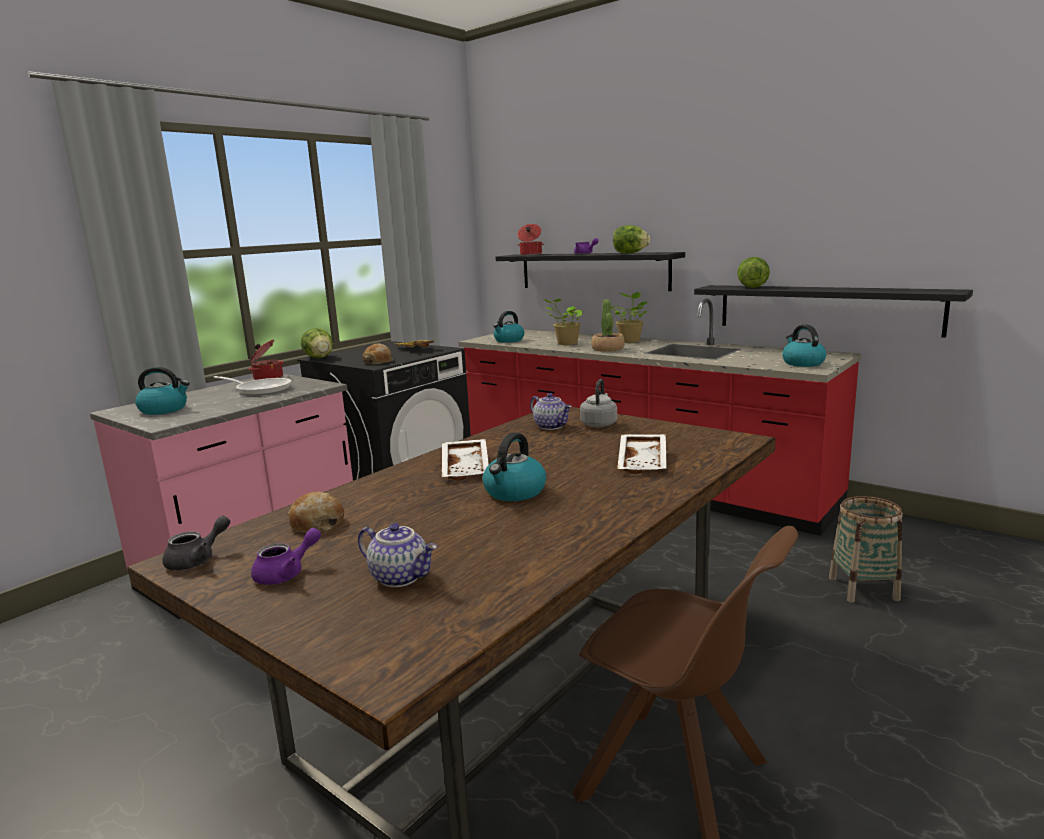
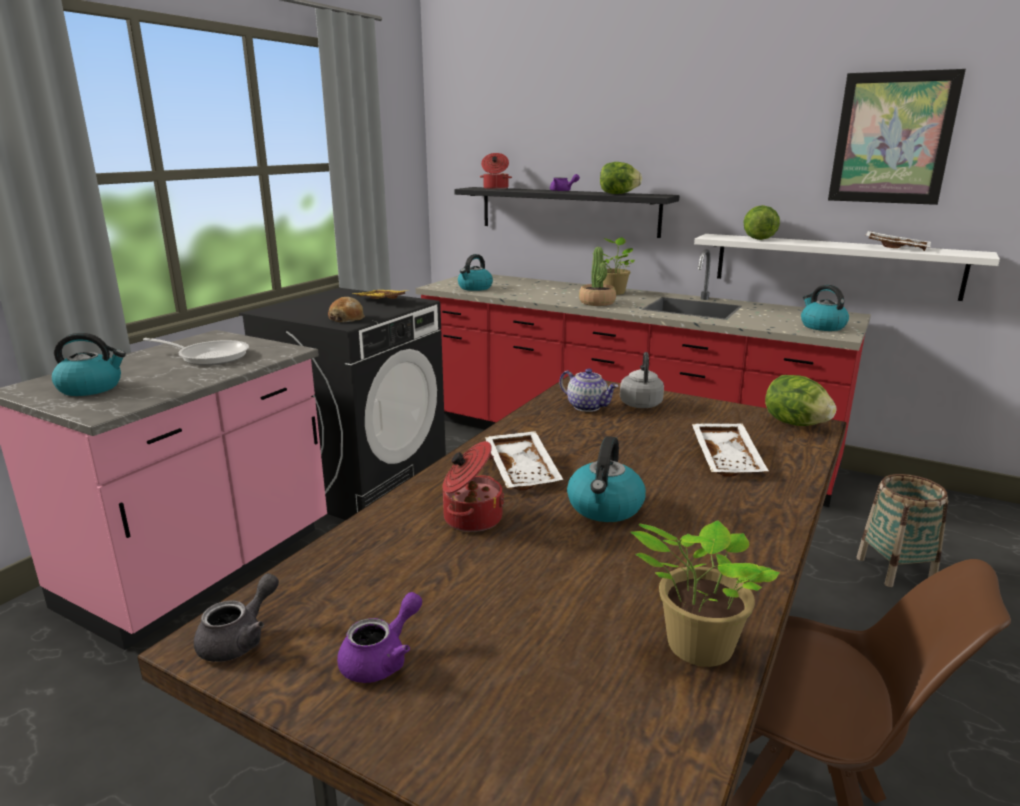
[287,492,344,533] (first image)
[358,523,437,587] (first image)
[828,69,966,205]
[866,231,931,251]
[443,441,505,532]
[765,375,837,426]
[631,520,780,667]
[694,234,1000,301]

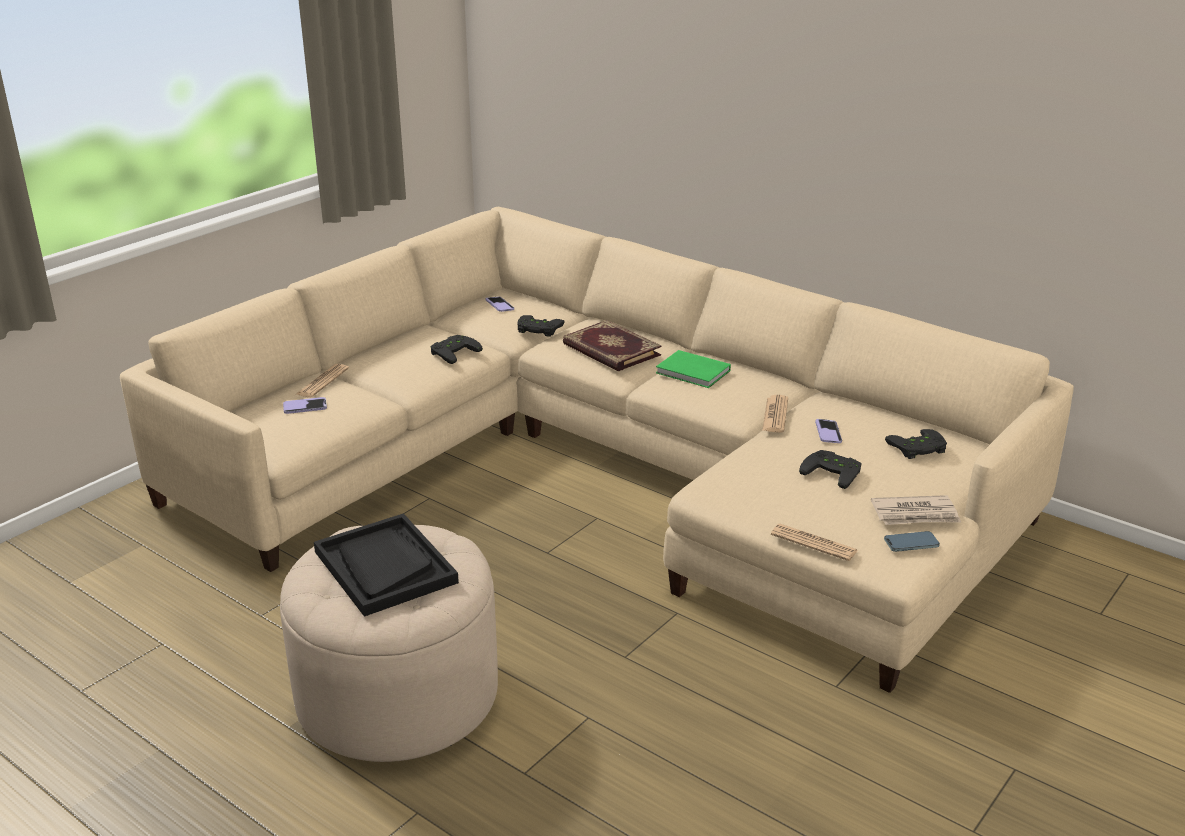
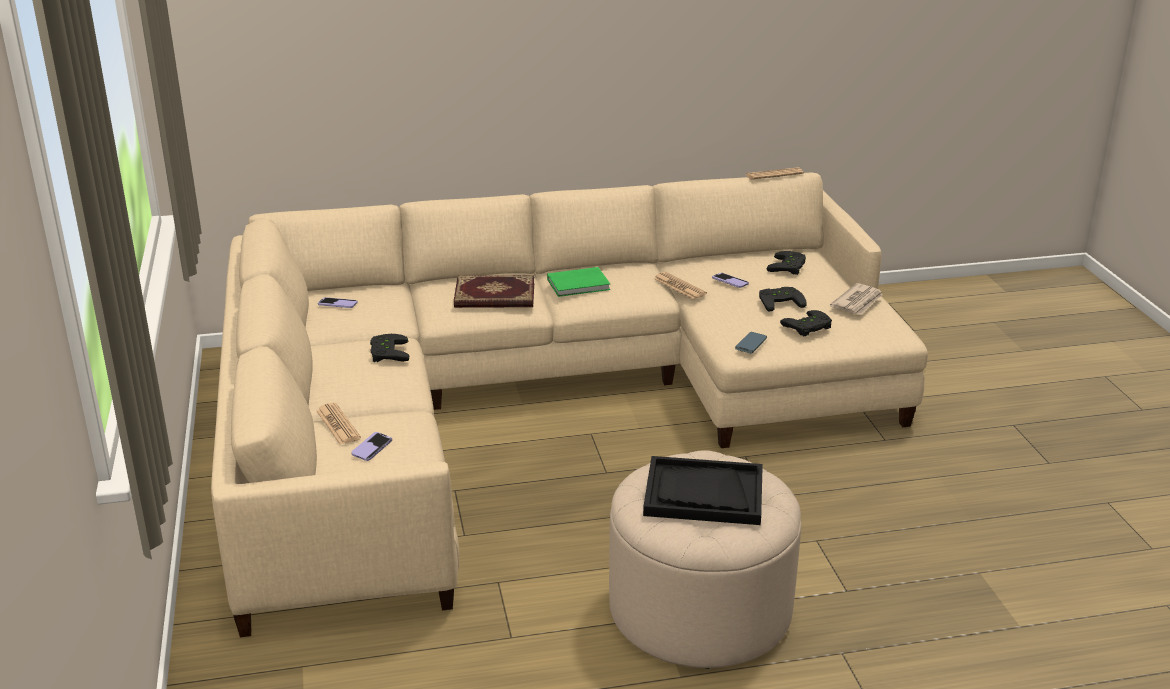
[780,310,832,336]
[745,167,804,180]
[735,332,767,353]

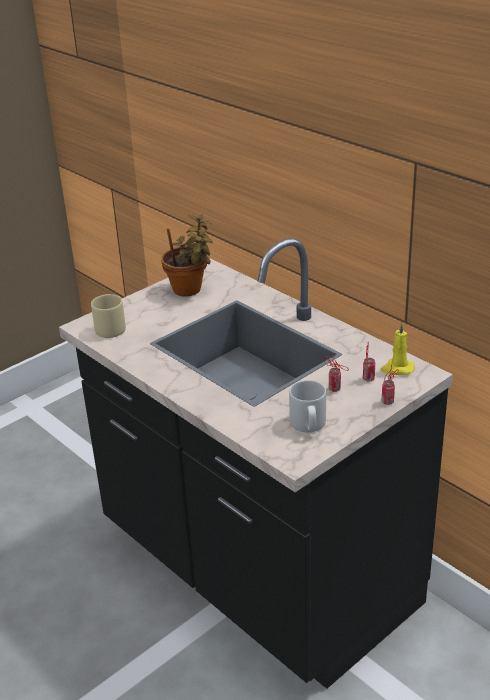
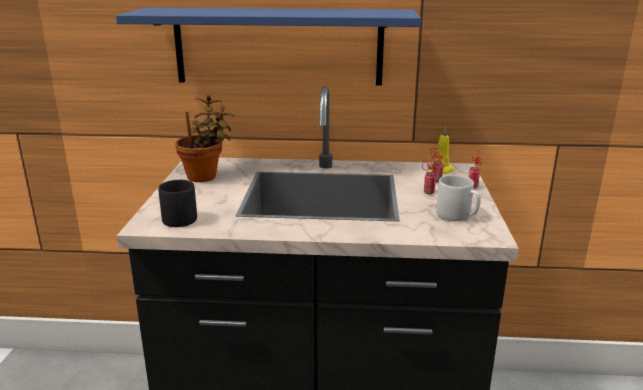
[116,7,421,86]
[158,180,197,227]

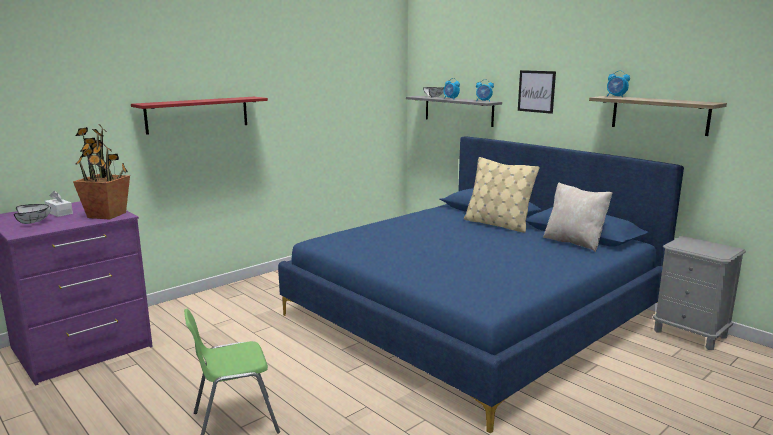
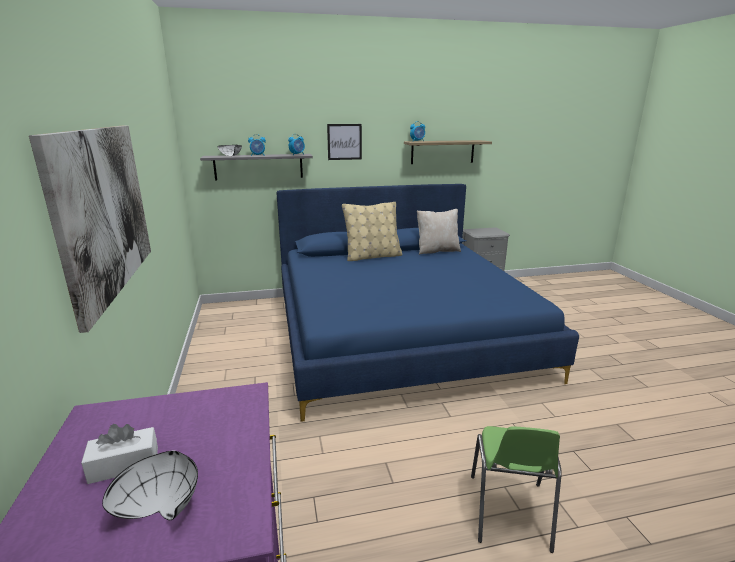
[73,124,130,219] (first image)
[29,126,151,333]

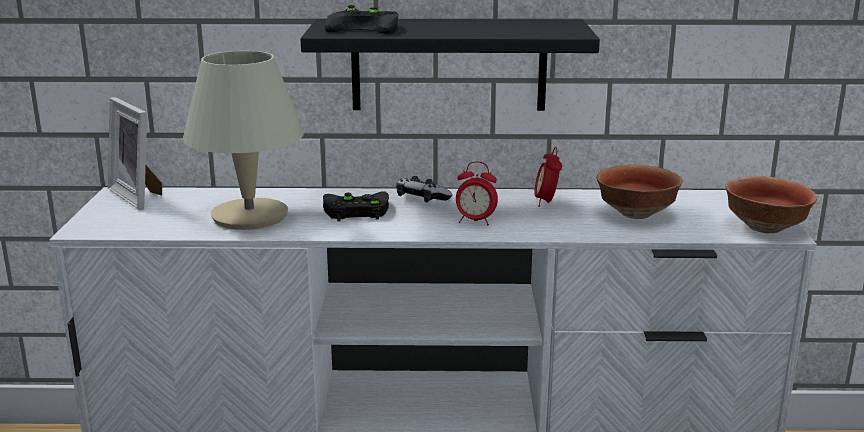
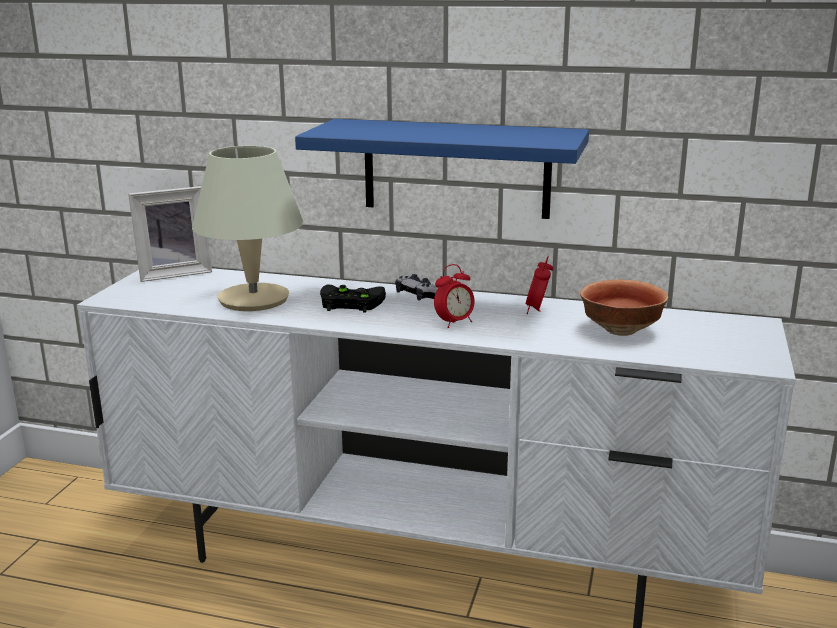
[325,5,399,34] (first image)
[725,176,817,233] (first image)
[295,119,589,219]
[128,186,212,282]
[434,264,475,328]

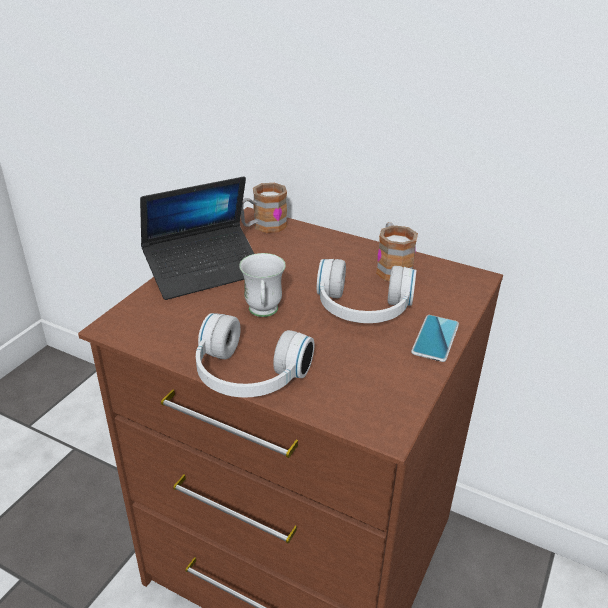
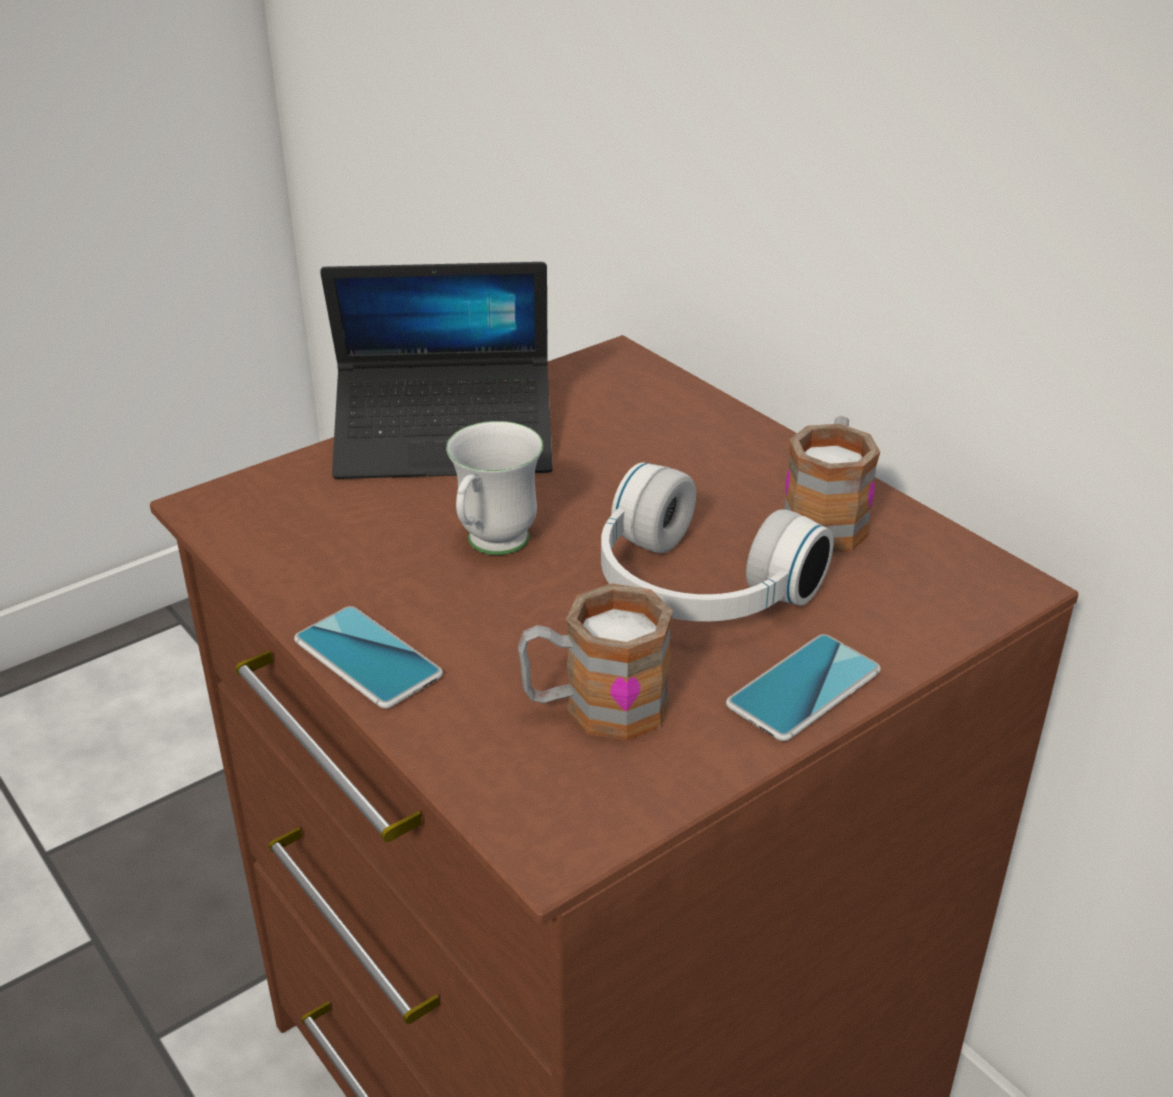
[518,583,673,741]
[294,606,443,709]

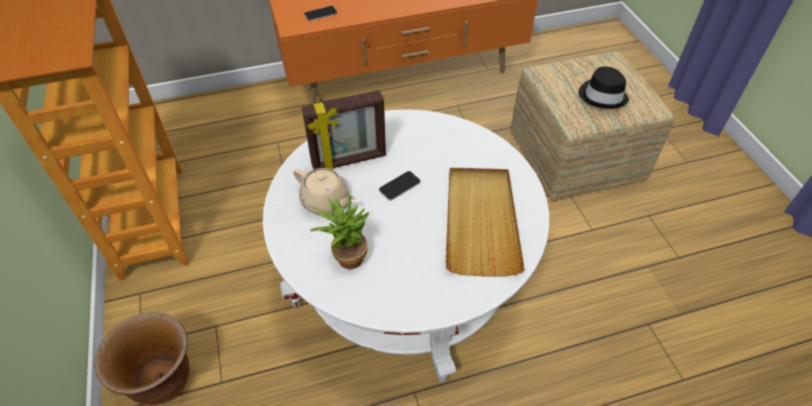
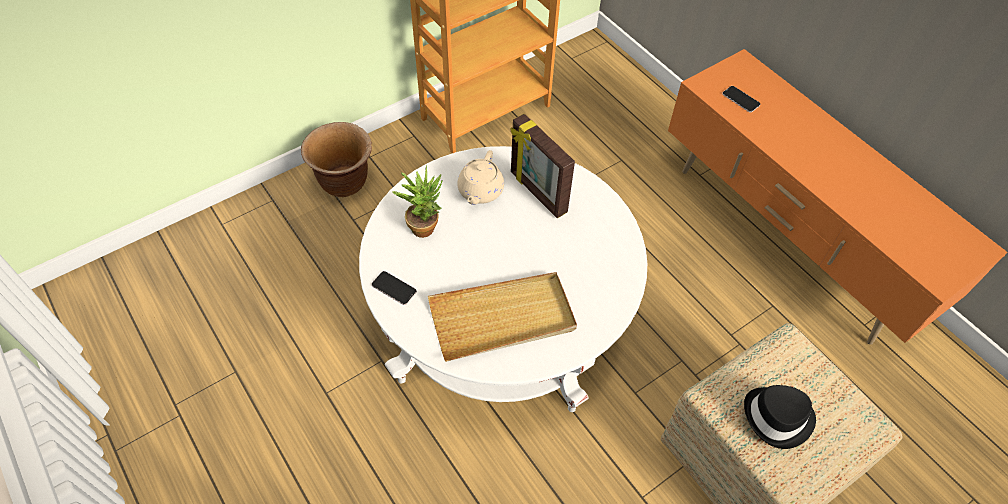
[372,271,417,305]

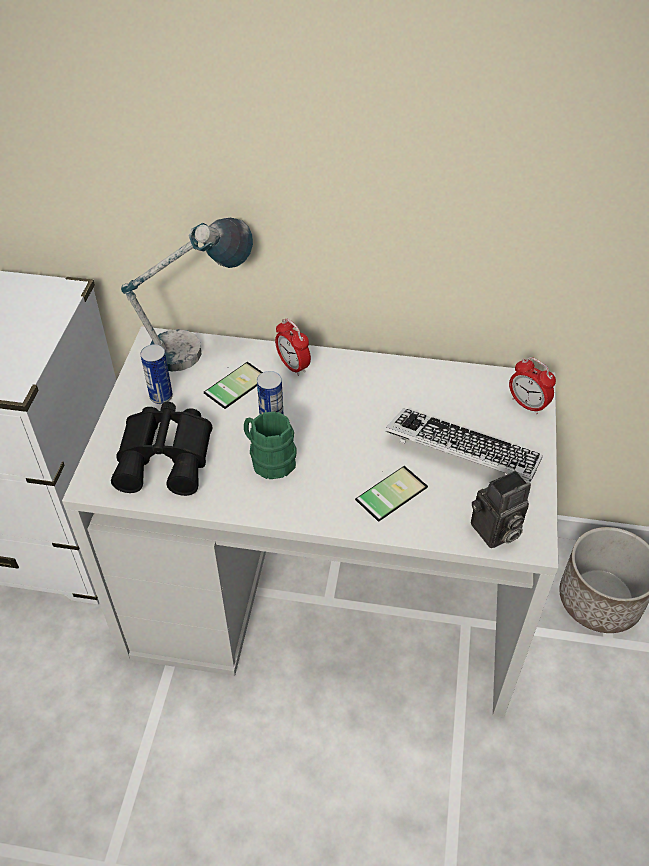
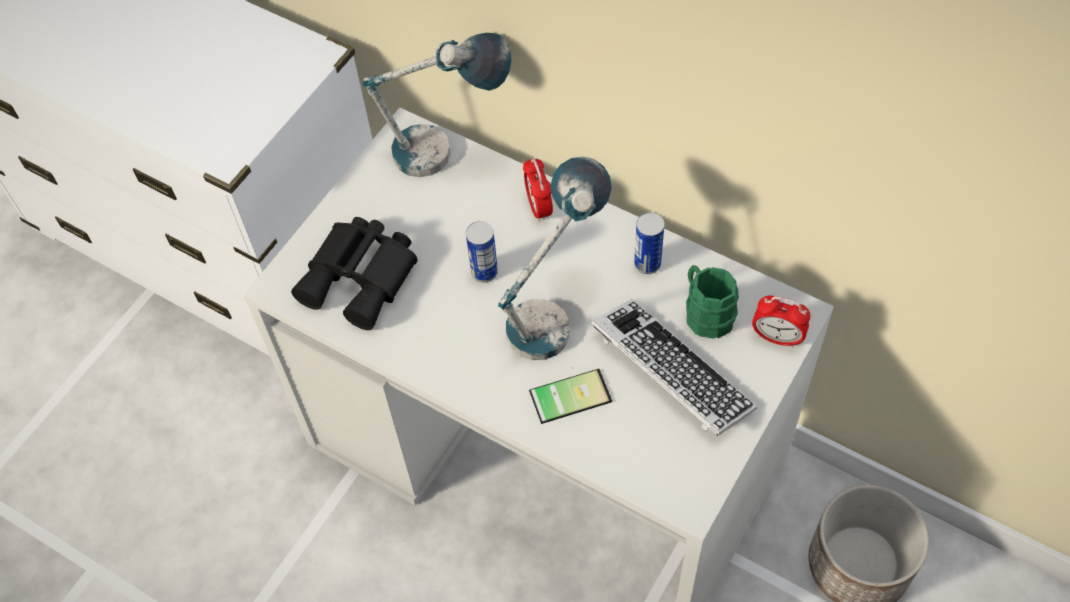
[204,362,263,409] (first image)
[471,470,531,548] (first image)
[498,156,612,360]
[634,213,664,274]
[686,265,739,339]
[752,295,810,347]

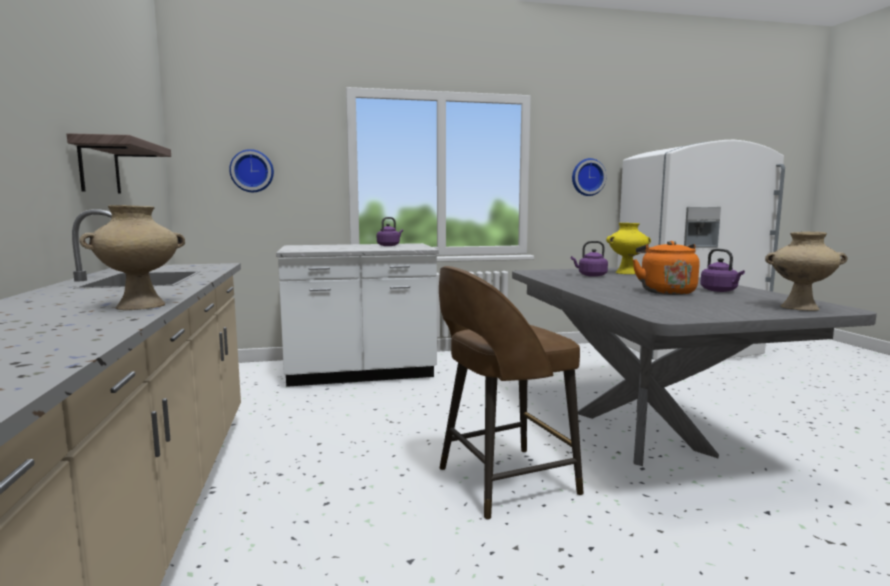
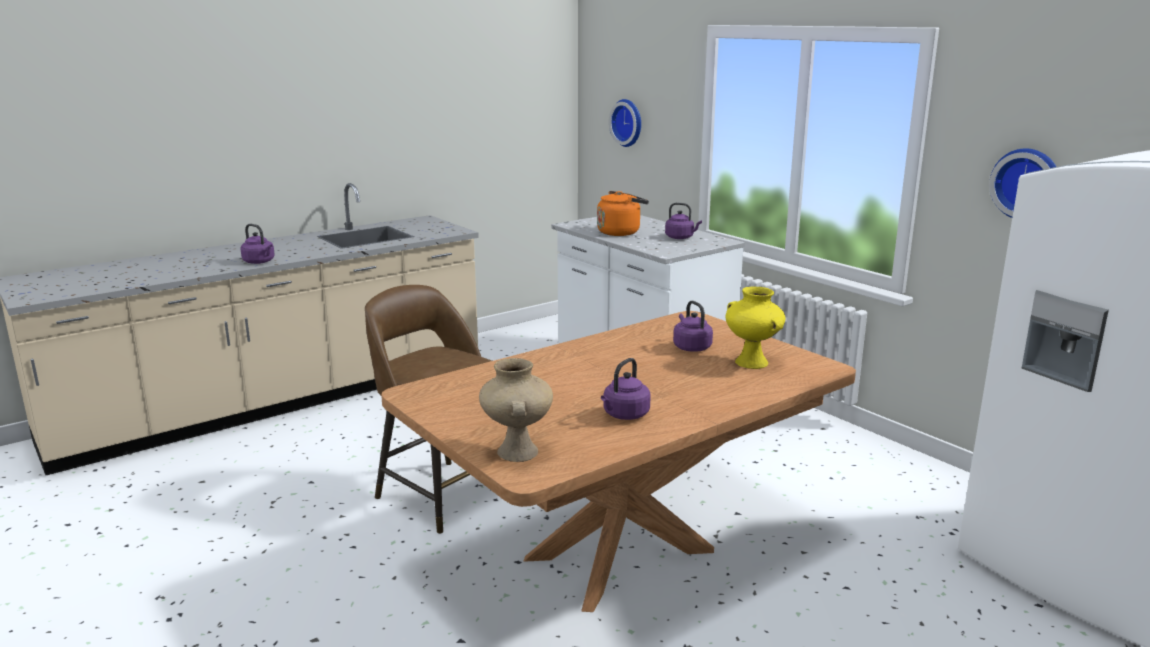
[67,133,171,194] (first image)
[597,191,649,236]
[241,224,275,264]
[381,311,856,612]

